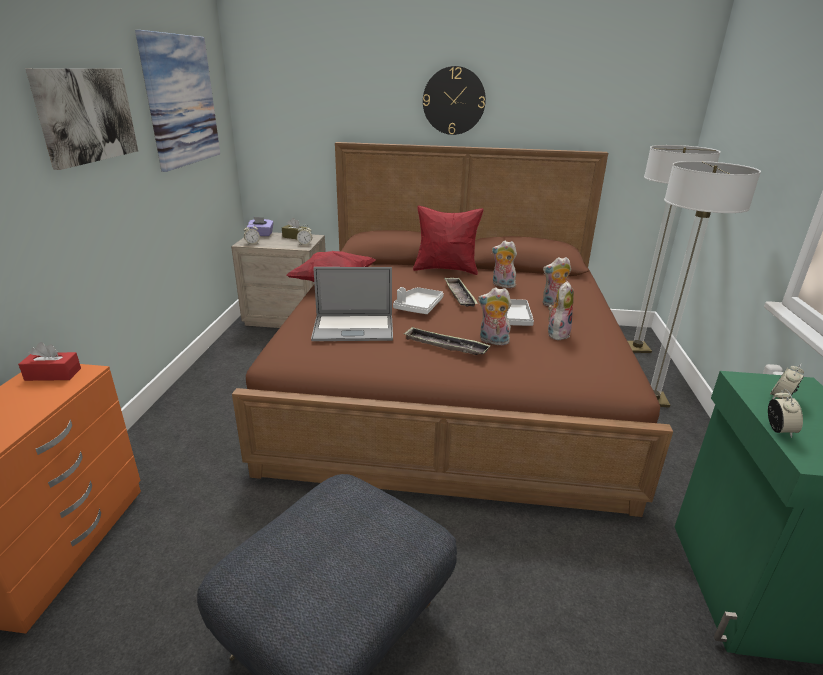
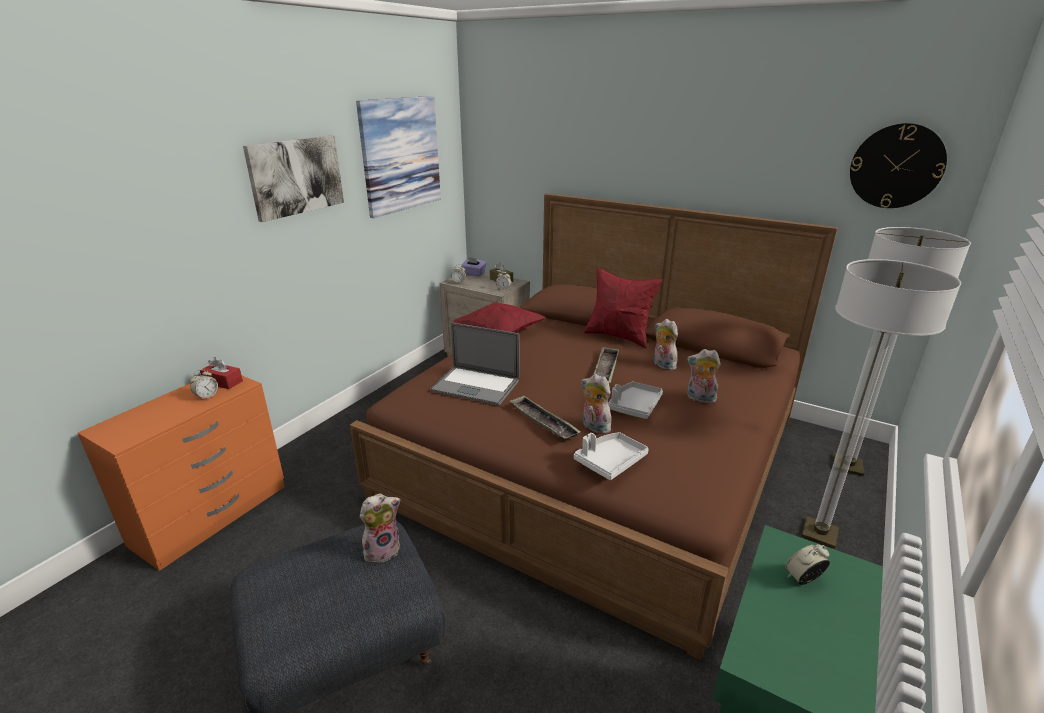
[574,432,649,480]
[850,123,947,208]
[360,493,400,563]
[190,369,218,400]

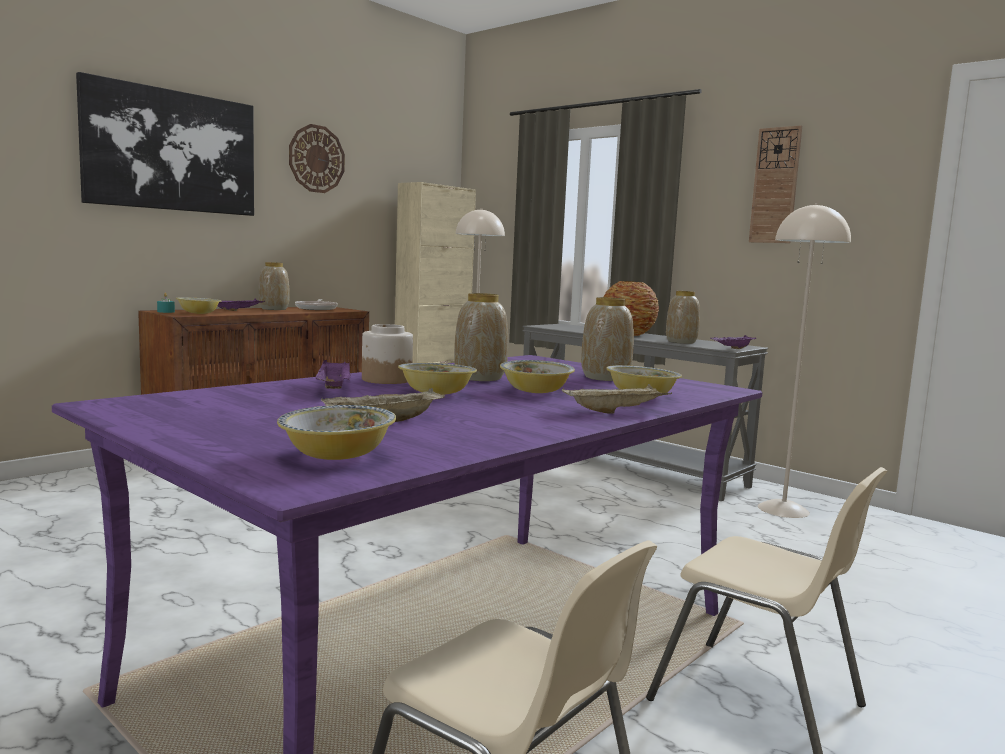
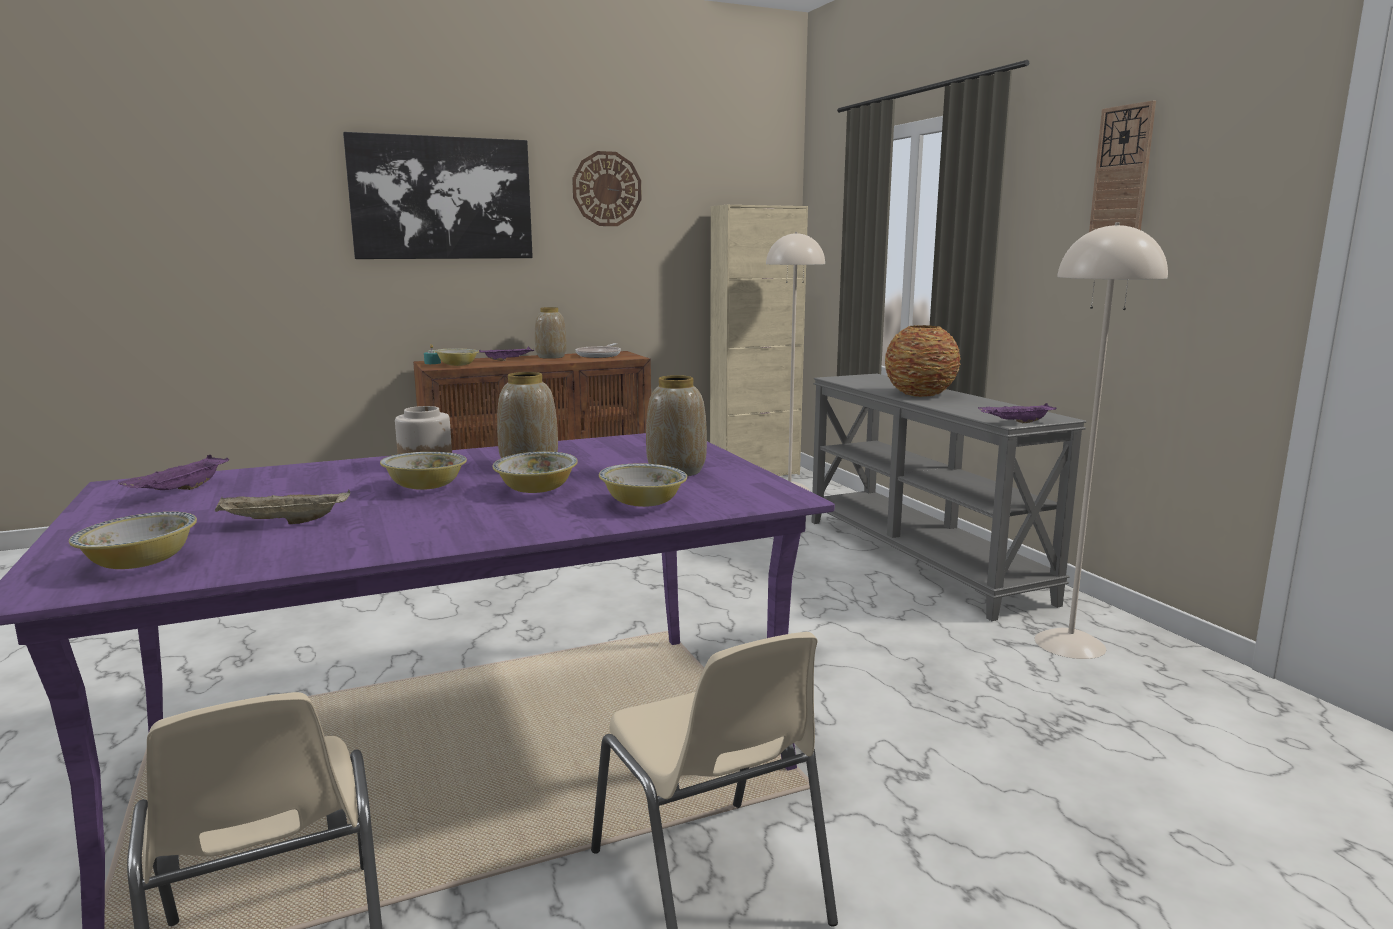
[562,384,672,413] (first image)
[666,291,700,344] (first image)
[118,455,229,490]

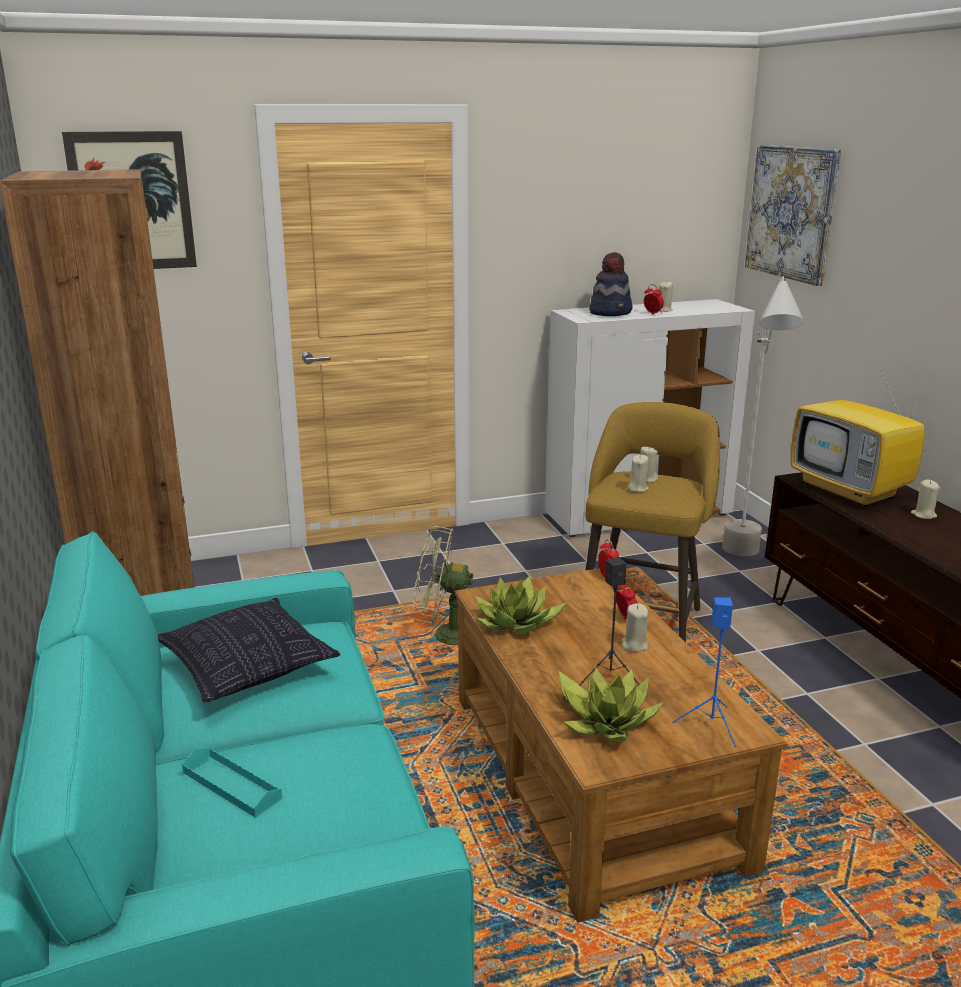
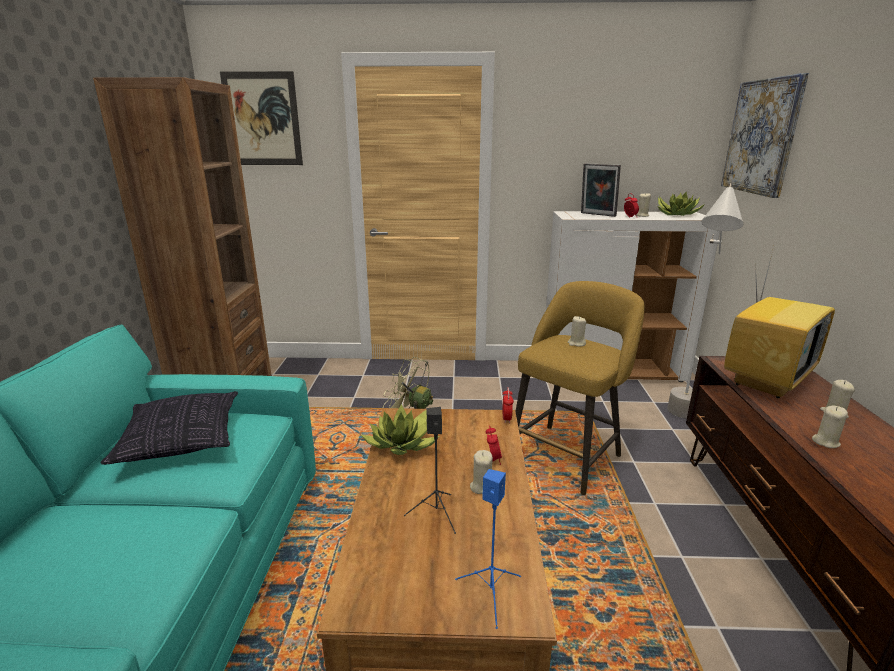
[182,747,283,818] (first image)
[657,192,706,216]
[812,406,848,448]
[581,163,621,217]
[724,251,835,399]

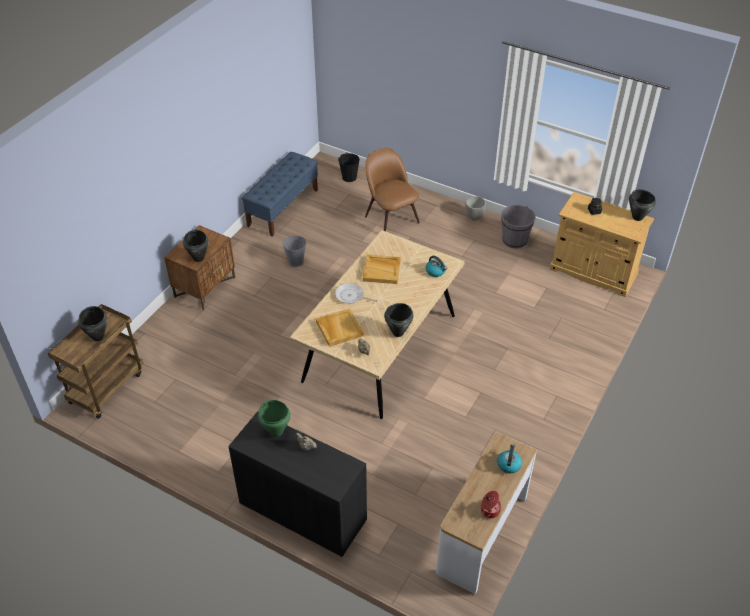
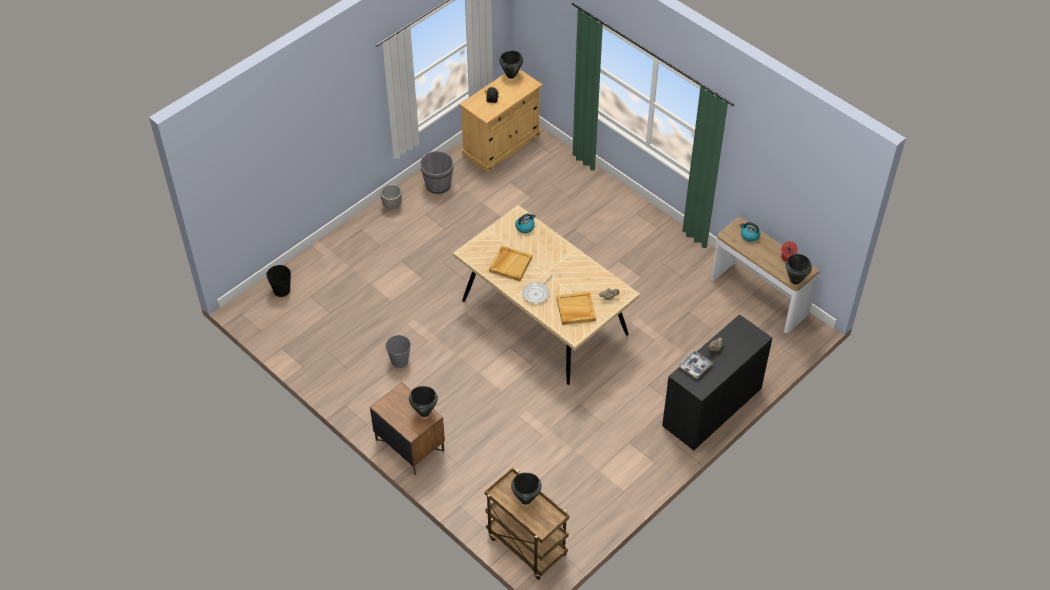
[241,152,318,237] (first image)
[365,148,420,231] (first image)
[786,254,812,285]
[678,350,713,379]

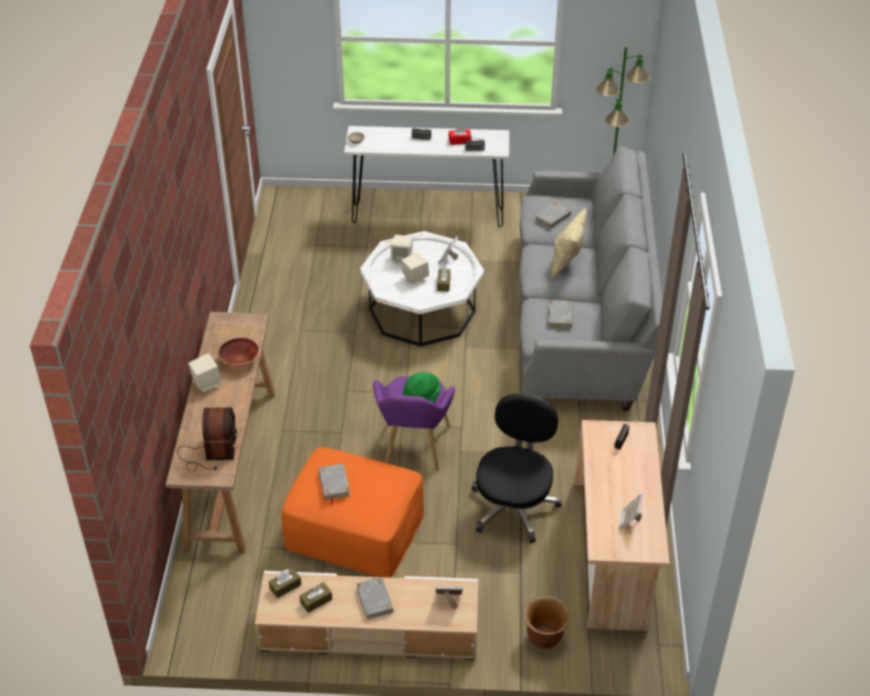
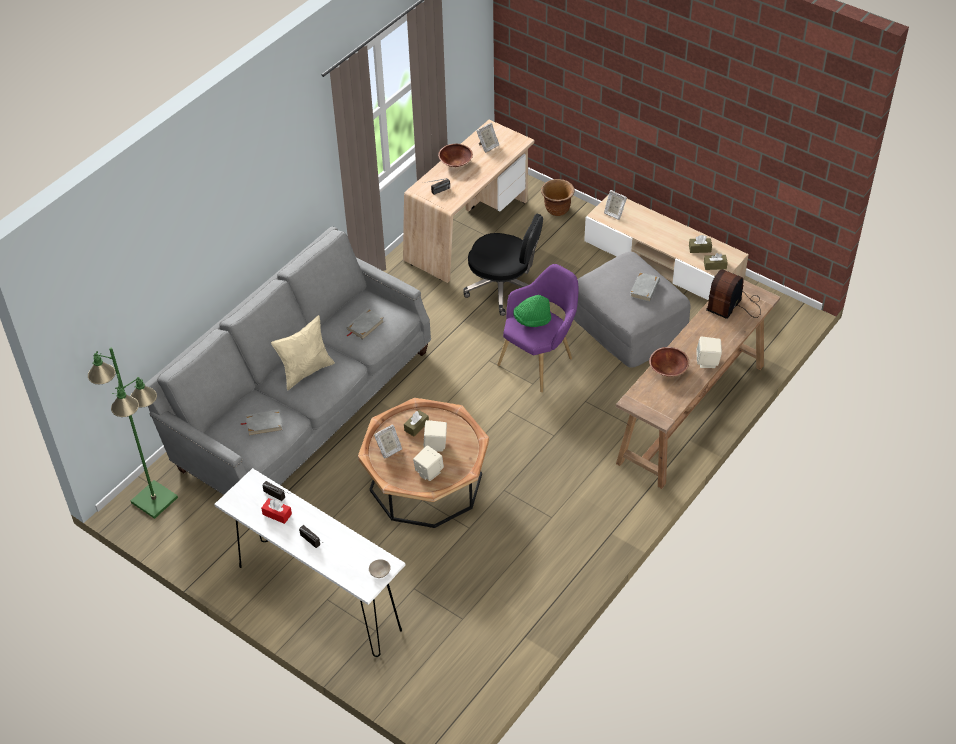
[356,577,394,620] (first image)
[438,144,473,167]
[574,252,691,368]
[358,398,489,528]
[463,214,543,316]

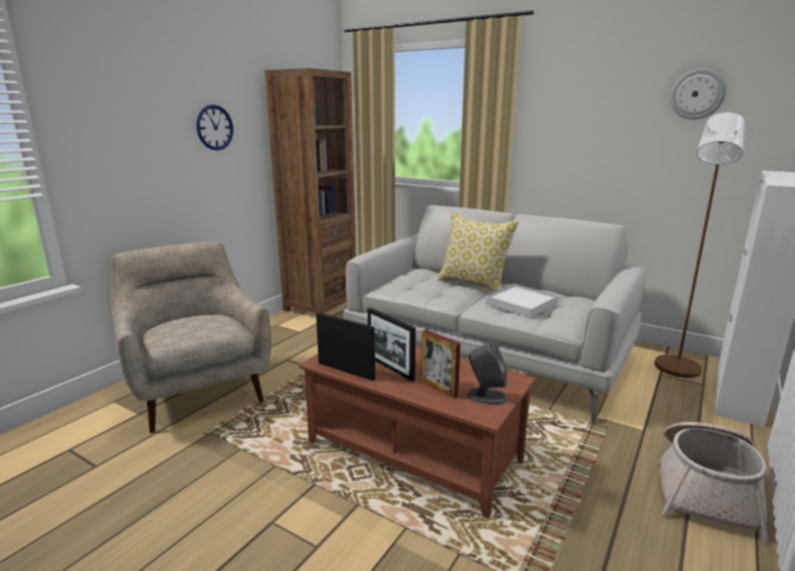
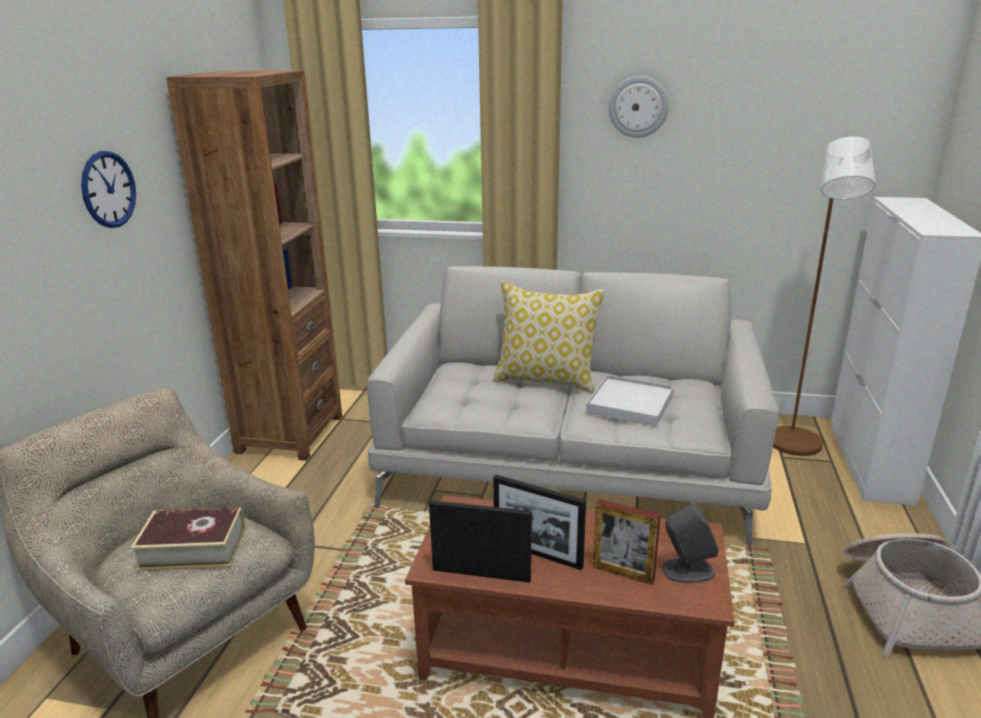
[130,507,246,571]
[609,76,669,138]

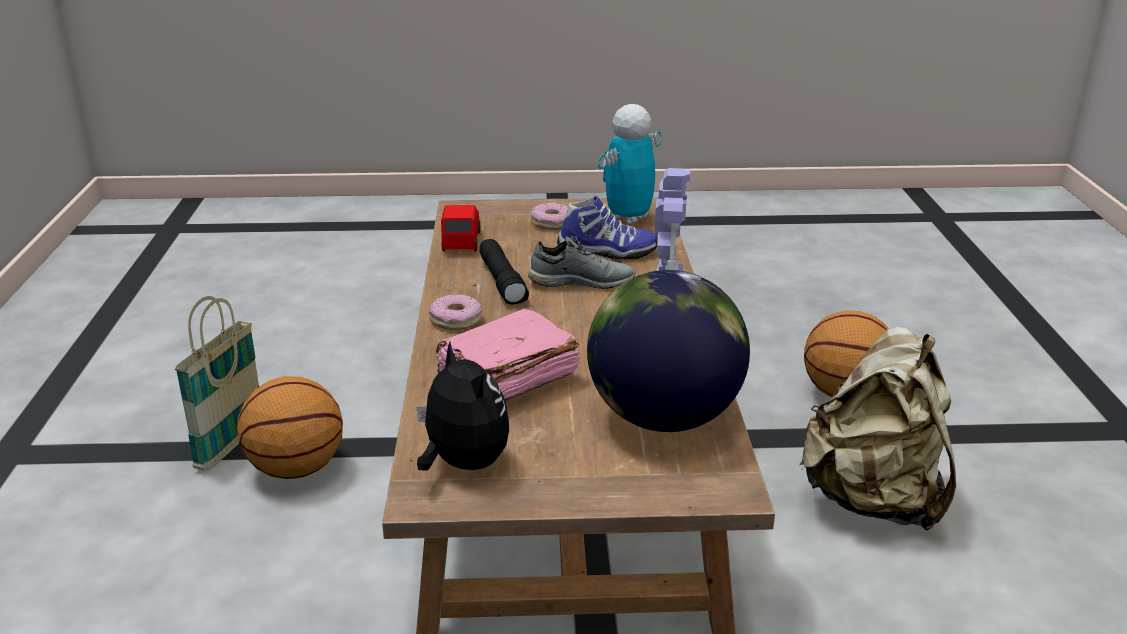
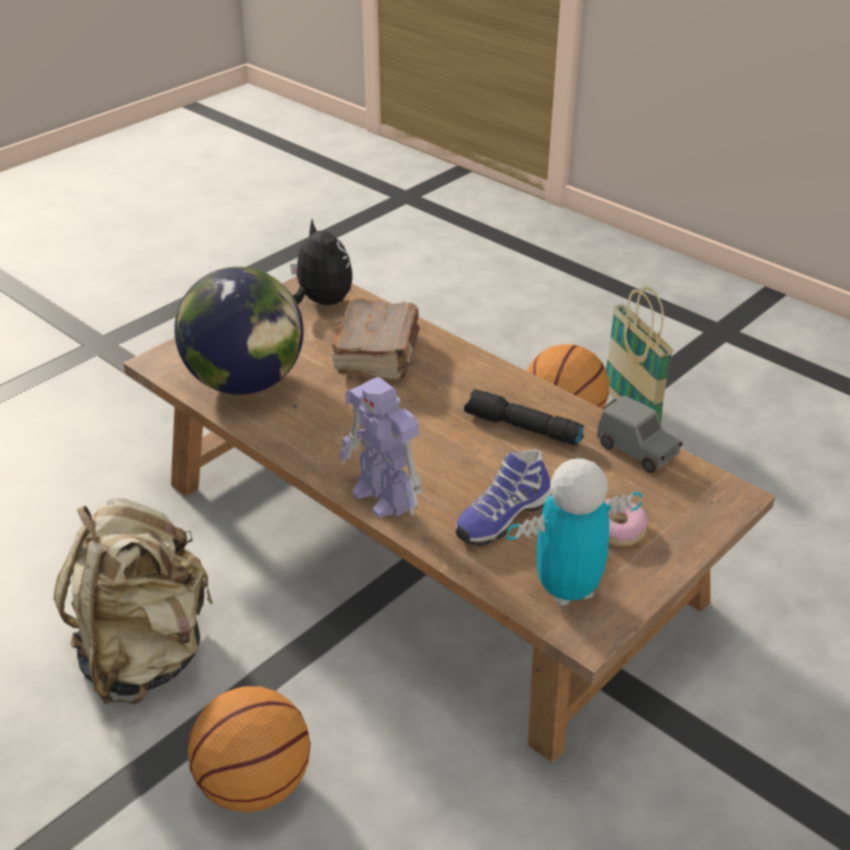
[429,294,482,330] (first image)
[528,236,636,289] (first image)
[331,299,420,380]
[597,396,683,473]
[290,219,352,305]
[507,459,642,606]

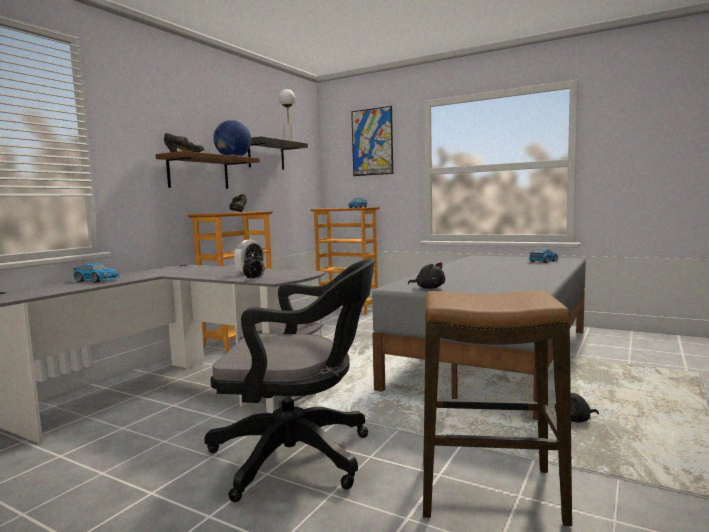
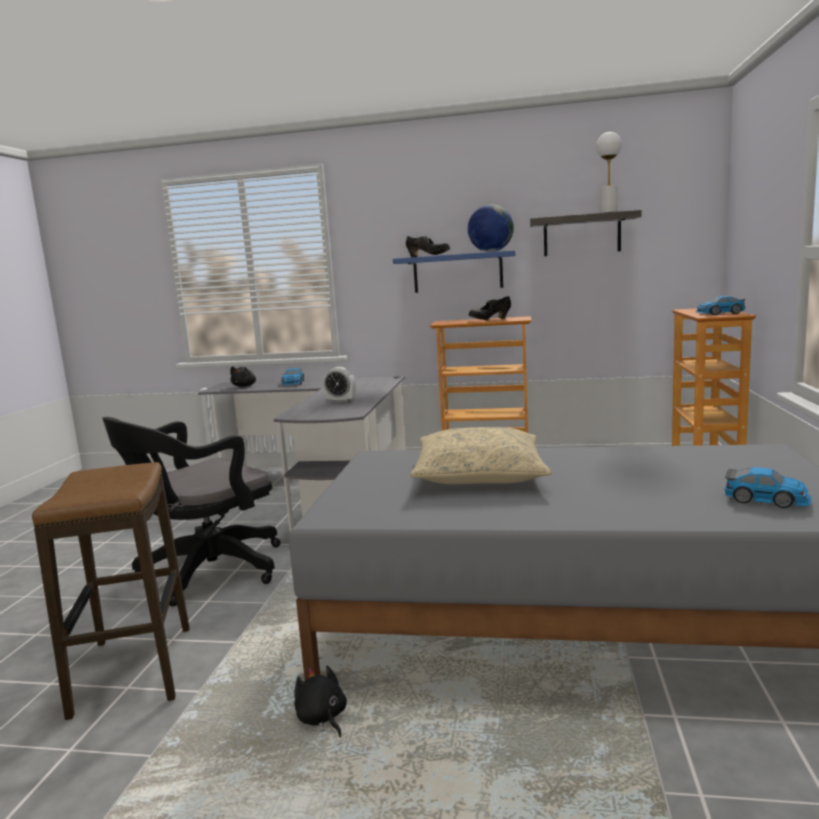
[243,252,264,281] (first image)
[351,106,393,176] (first image)
[410,427,552,484]
[230,366,256,387]
[393,250,516,293]
[102,417,281,607]

